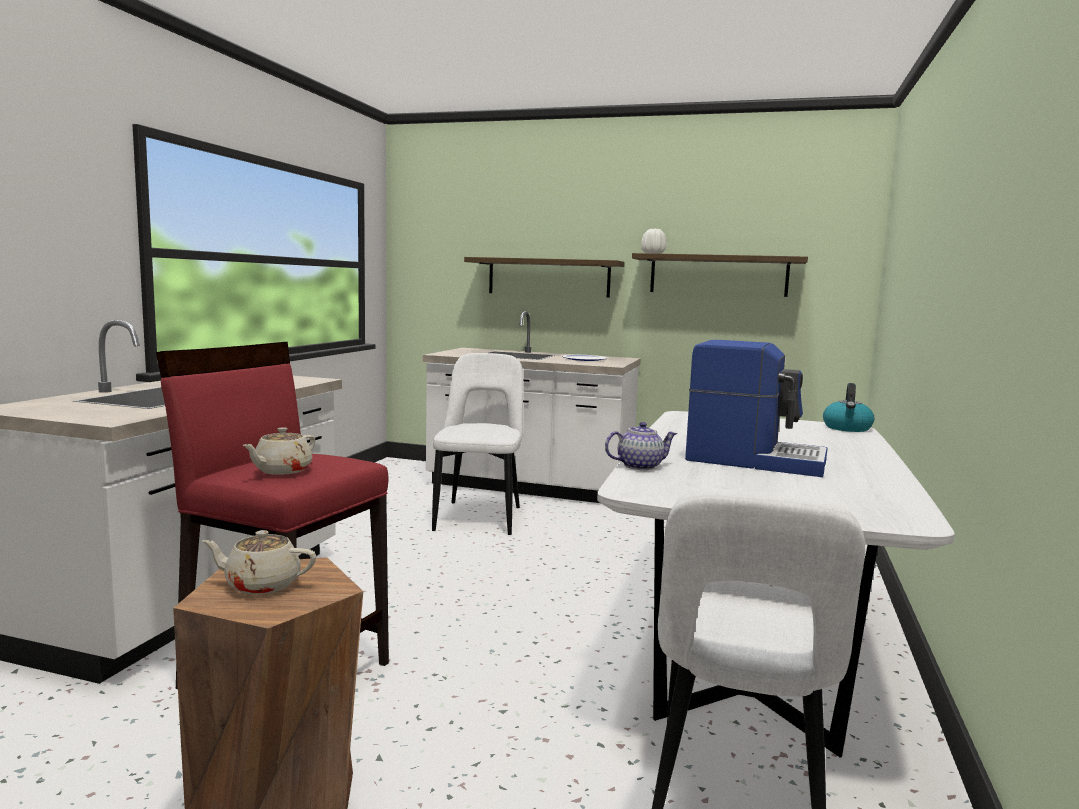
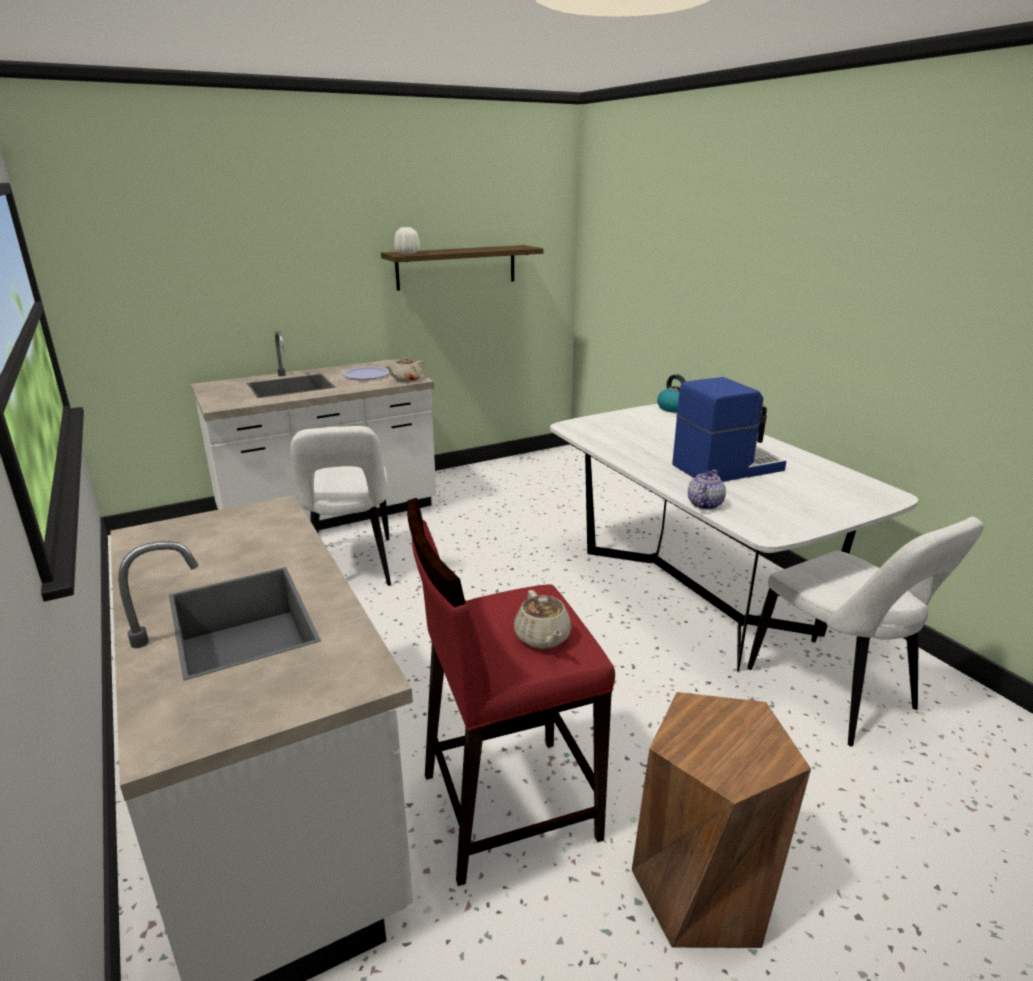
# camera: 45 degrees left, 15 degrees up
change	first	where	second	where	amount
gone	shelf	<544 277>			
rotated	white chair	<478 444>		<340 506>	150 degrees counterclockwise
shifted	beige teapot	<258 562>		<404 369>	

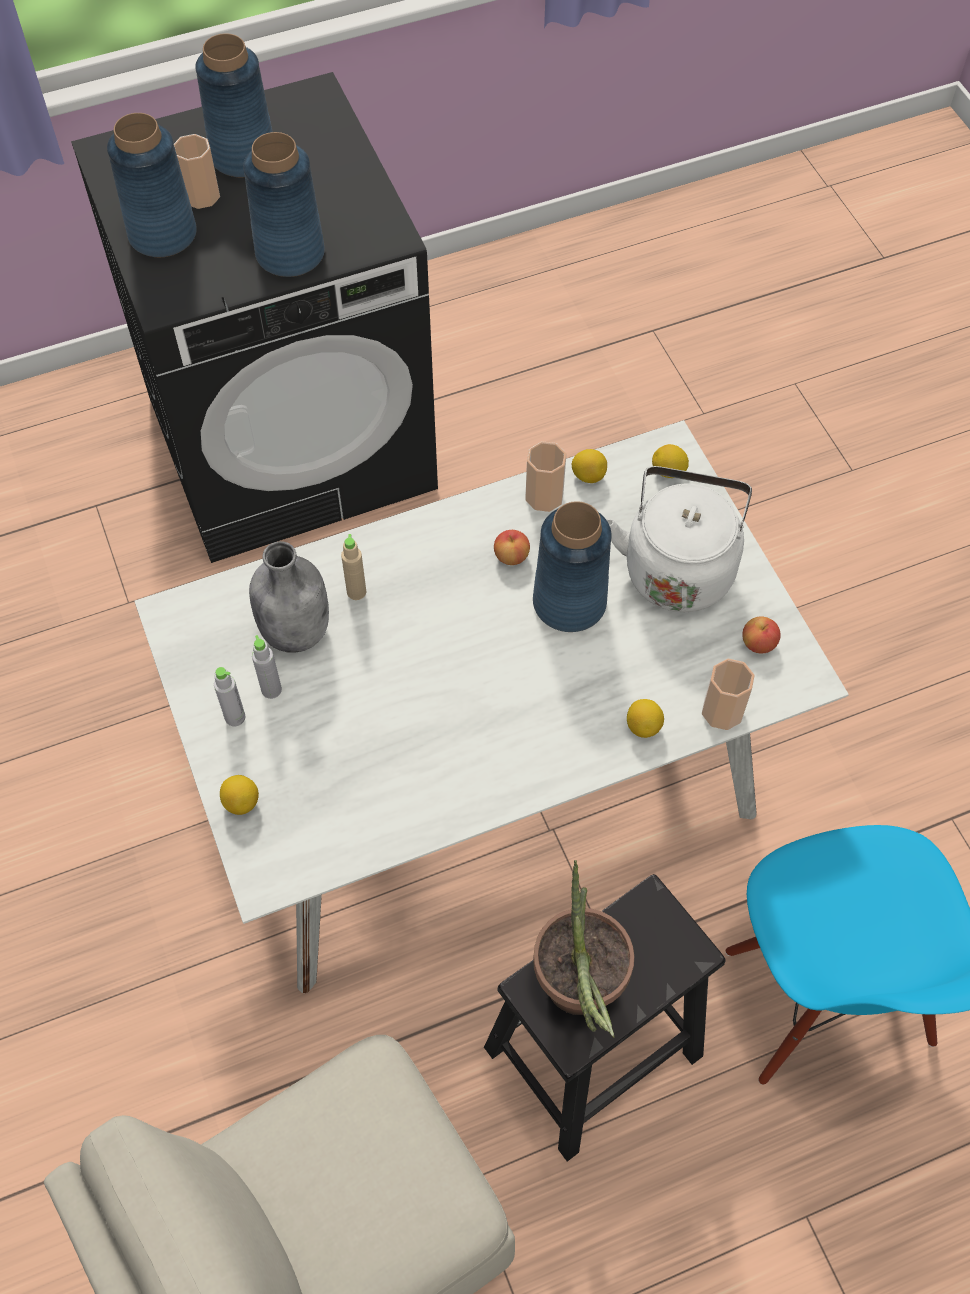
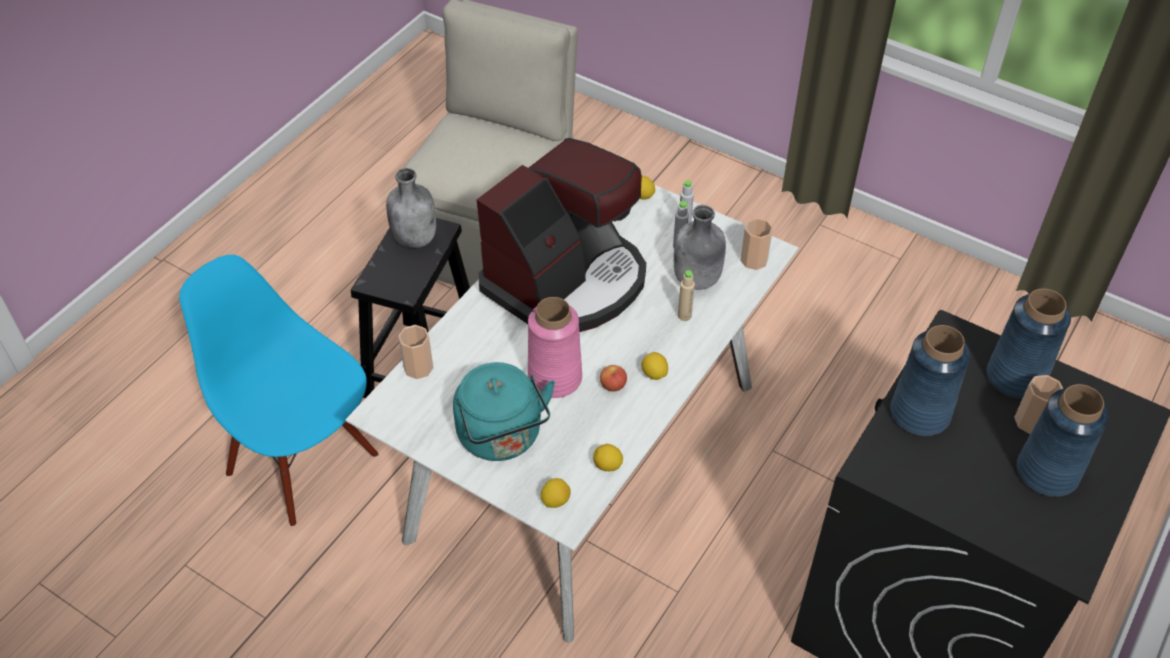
# camera: 145 degrees right, 10 degrees down
change	first	where	second	where	amount
shifted	cup	<545 476>		<756 244>	
repainted	white kettle	<679 539>	turquoise kettle	<504 411>	
repainted	blue vase	<572 566>	pink vase	<555 347>	
gone	apple	<761 635>			
shifted	lemon	<645 718>		<655 366>	
swapped	potted plant	<583 949>	grey bottle	<411 208>	
new			coffee machine	<561 235>	

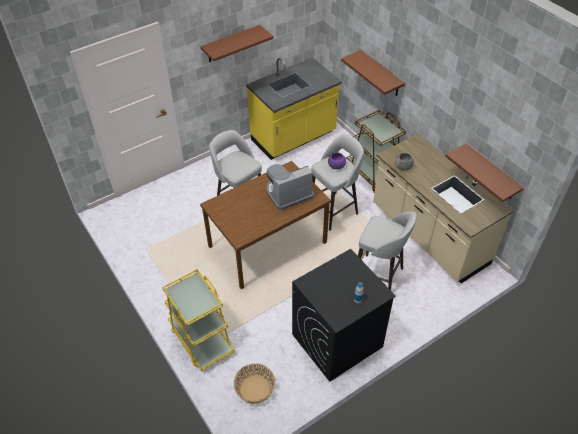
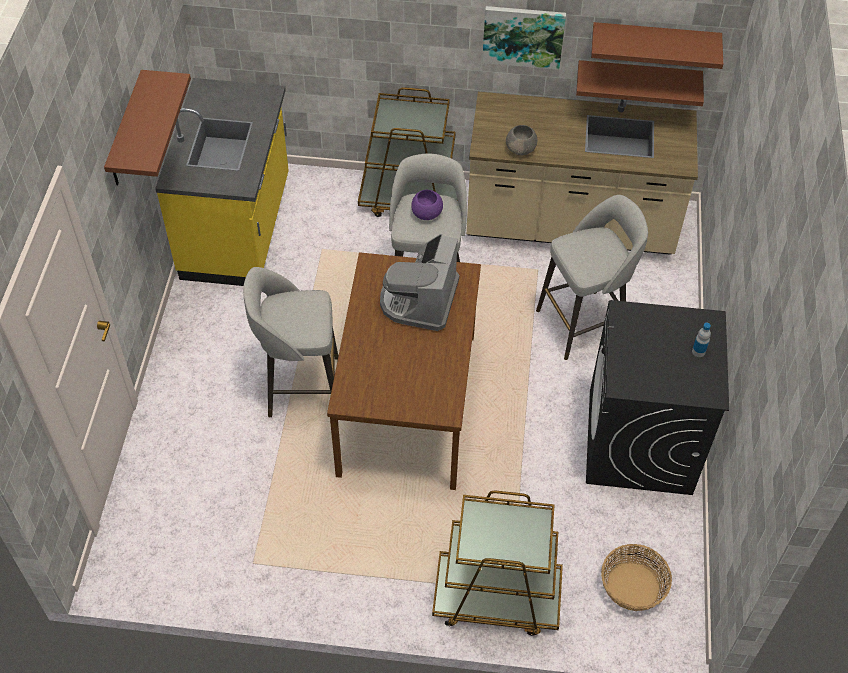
# camera: 50 degrees left, 5 degrees up
change	first	where	second	where	amount
shifted	brown shelf	<373 73>		<657 45>	
repainted	yellow cart	<198 320>	brown cart	<497 563>	
new			picture	<524 38>	

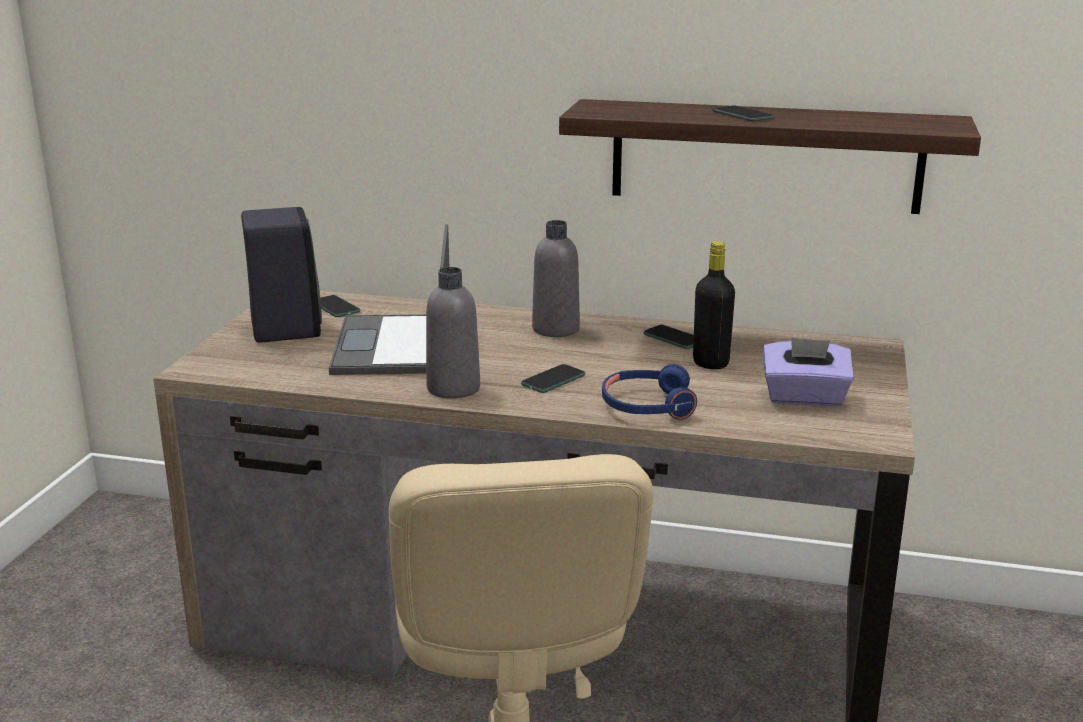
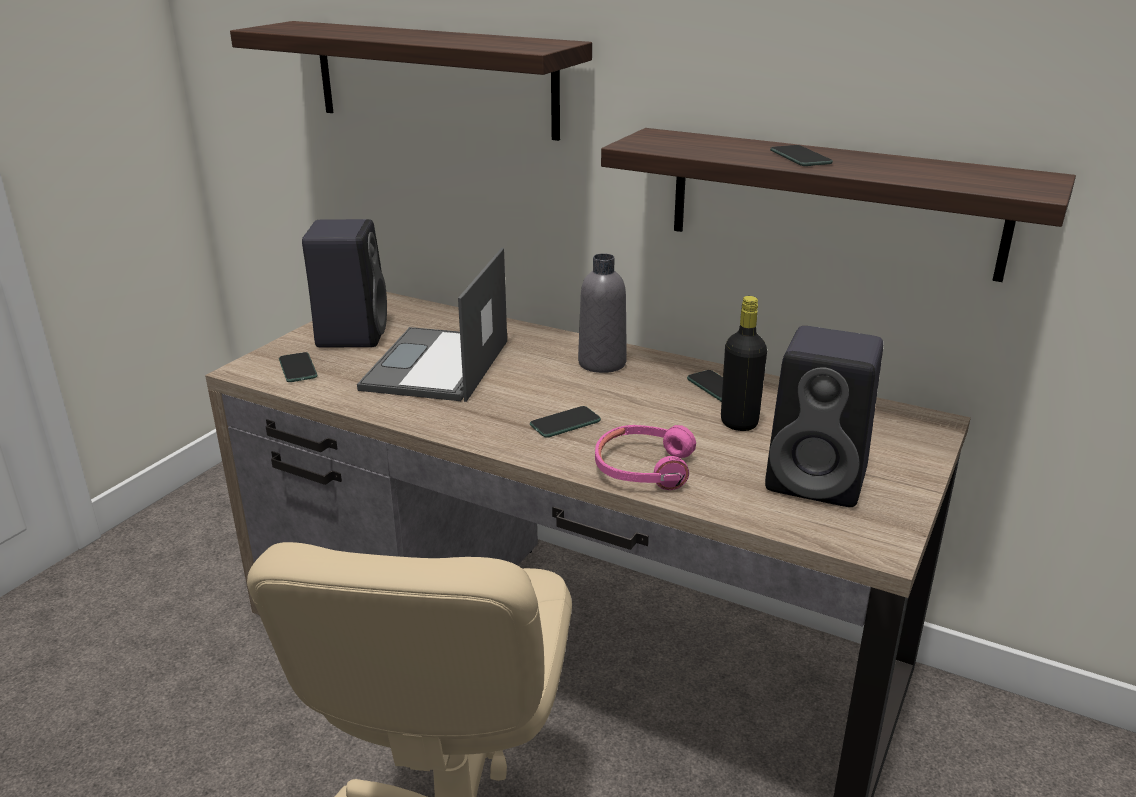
# camera: 15 degrees right, 5 degrees up
change	first	where	second	where	amount
gone	grey bottle	<453 333>			
shifted	phone	<340 306>		<298 367>	
swapped	purple tissue box	<808 371>	black speaker	<824 416>	
repainted	blue headphones	<649 392>	pink headphones	<645 457>	
new			shelf	<411 81>	

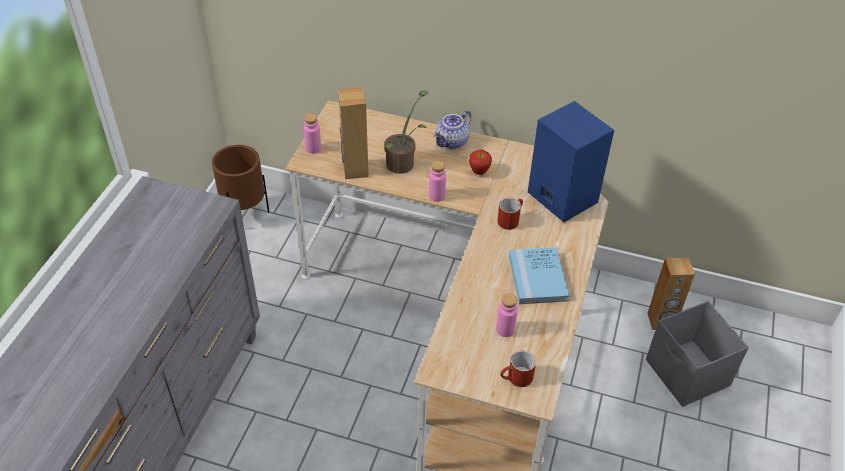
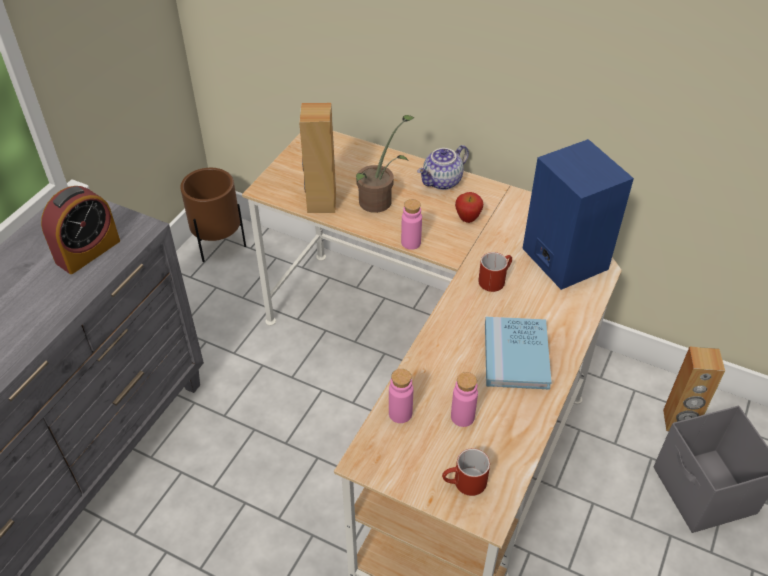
# camera: 10 degrees right, 0 degrees up
change	first	where	second	where	amount
shifted	pink bottle	<312 133>		<401 396>	
new			alarm clock	<80 230>	

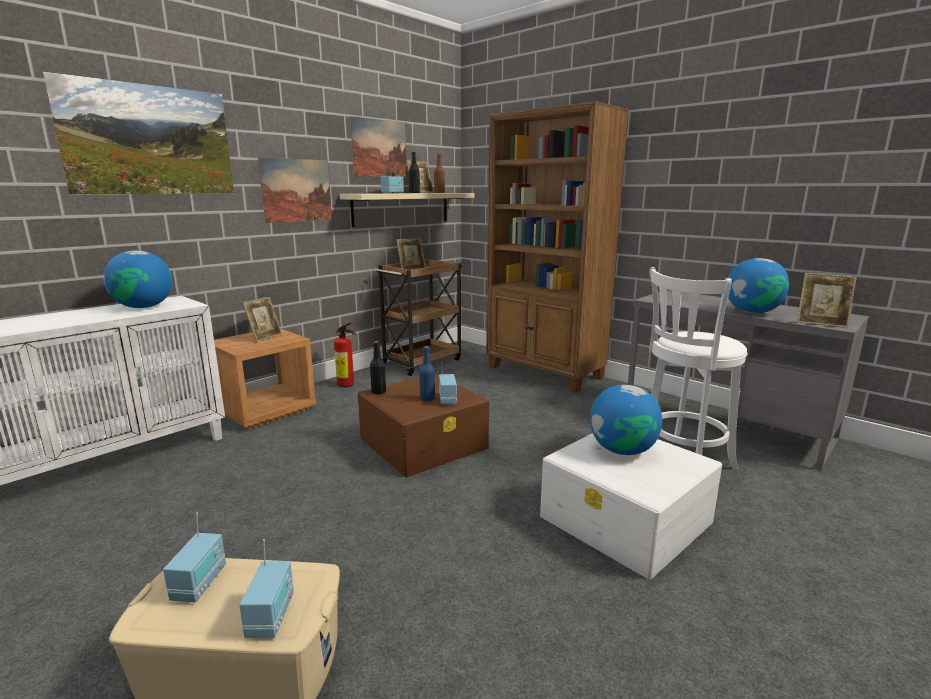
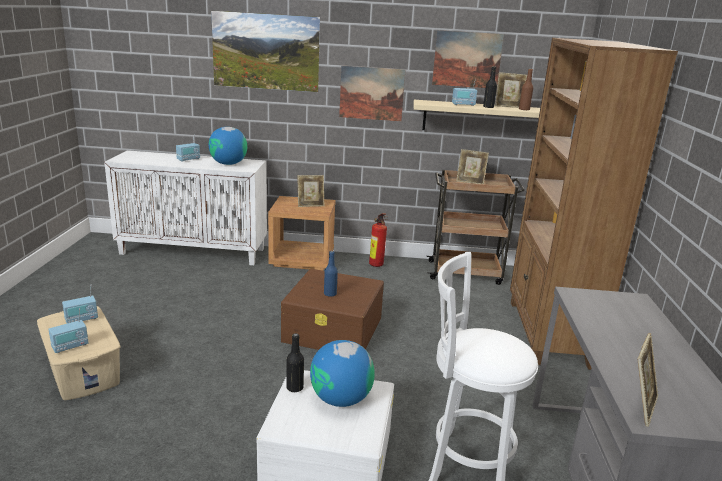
# camera: 50 degrees right, 5 degrees up
change	first	where	second	where	amount
gone	globe	<758 285>			
rotated	picture frame	<827 300>		<648 380>	135 degrees counterclockwise
shifted	black bottle	<378 368>		<295 362>	
shifted	radio	<448 383>		<188 148>	

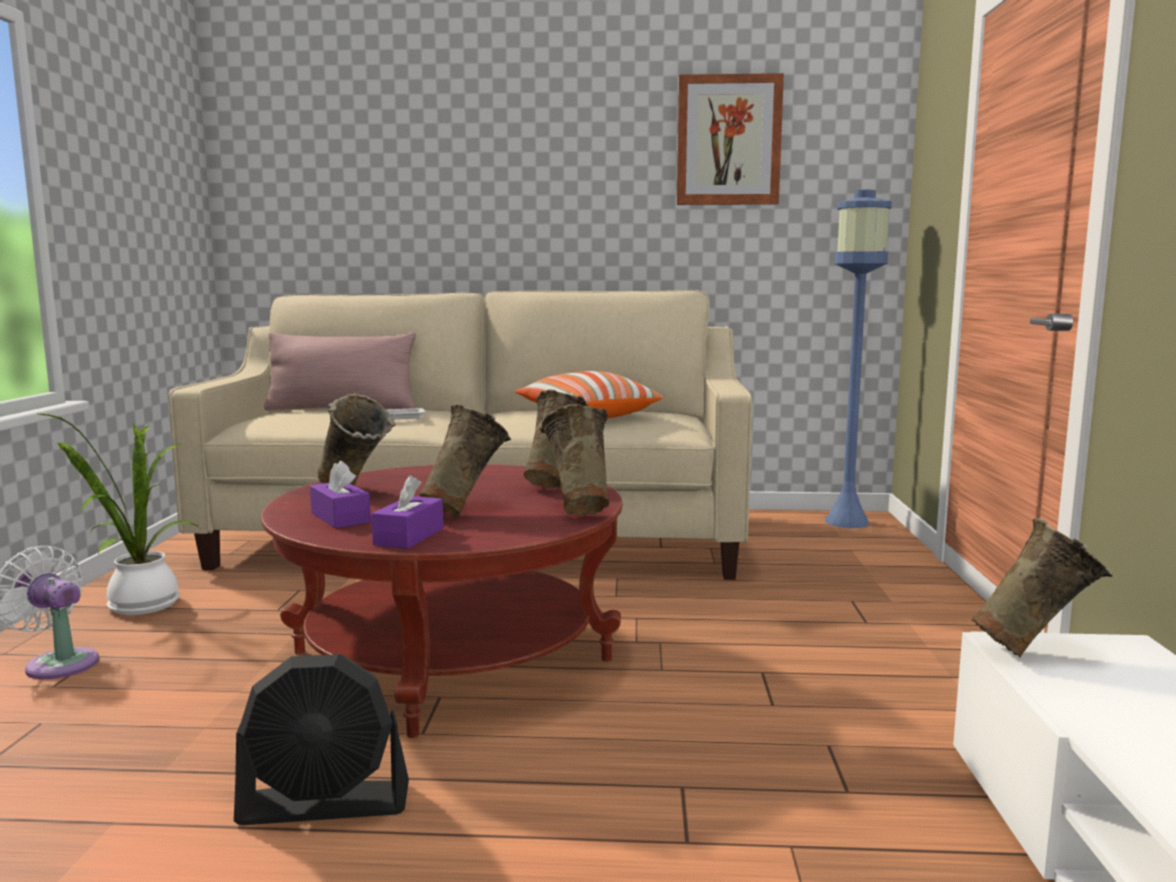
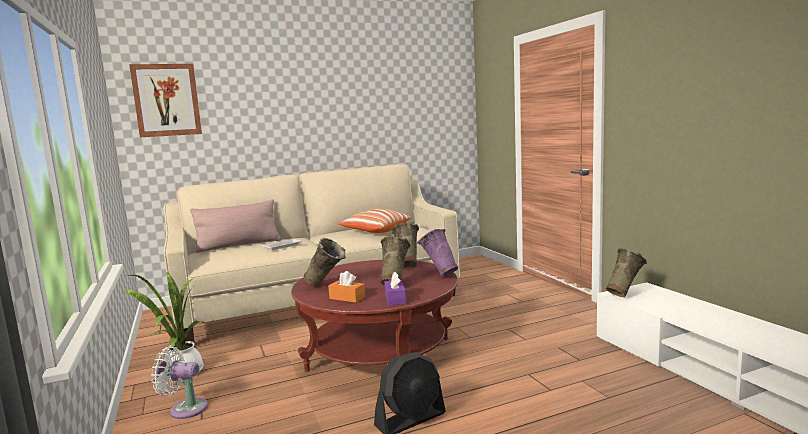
# camera: 25 degrees left, 0 degrees up
change	first	where	second	where	amount
shifted	picture	<730 139>		<165 100>	
gone	blue floor lamp	<858 359>			
repainted	beige vase	<574 459>	purple vase	<437 253>	
repainted	purple tissue box	<340 494>	orange tissue box	<346 287>	

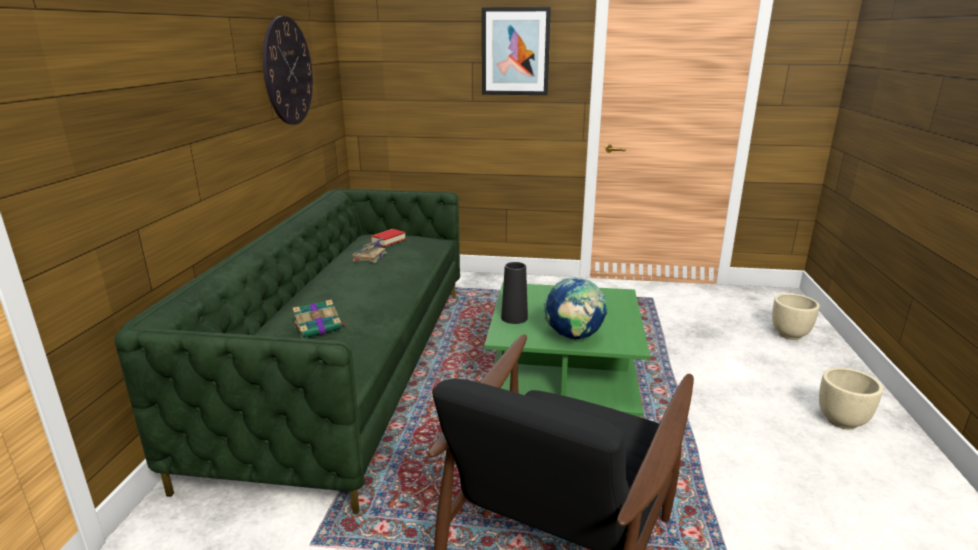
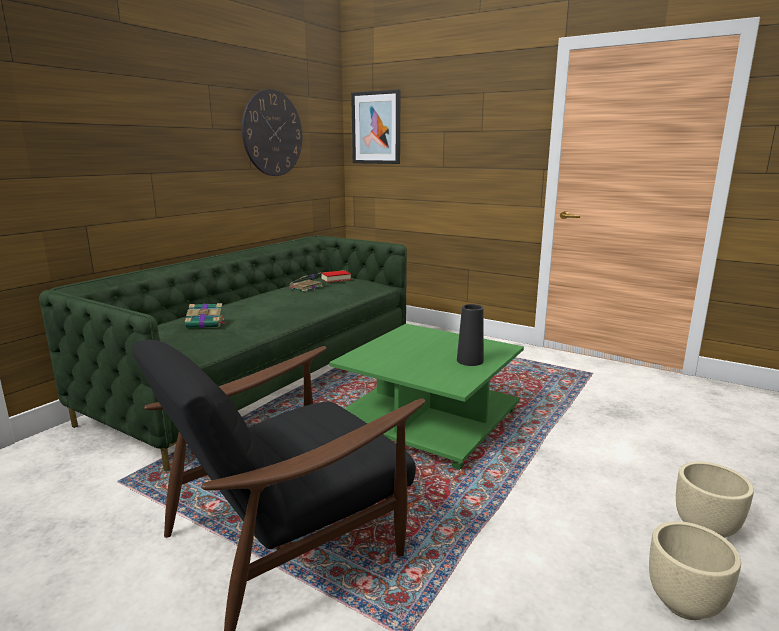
# camera: 25 degrees right, 5 degrees down
change	first	where	second	where	amount
shifted	picture	<516 51>		<375 126>	
shifted	black vase	<514 293>		<470 335>	
gone	globe	<575 308>			
shifted	beige planter	<796 316>		<695 570>	

